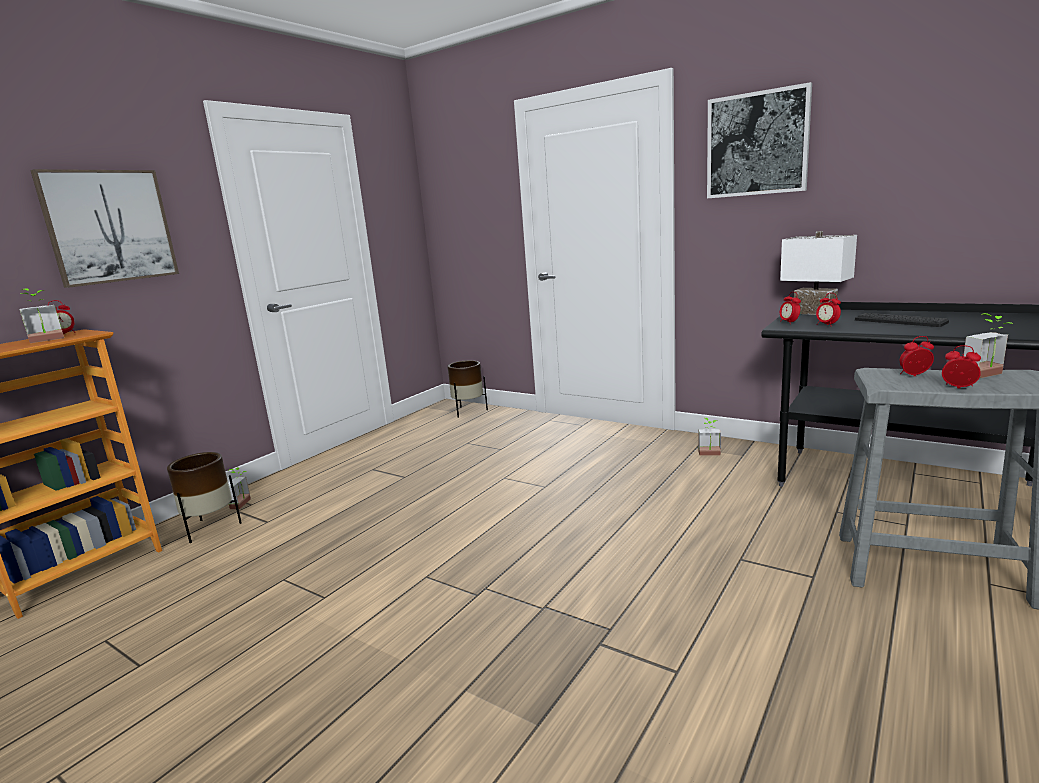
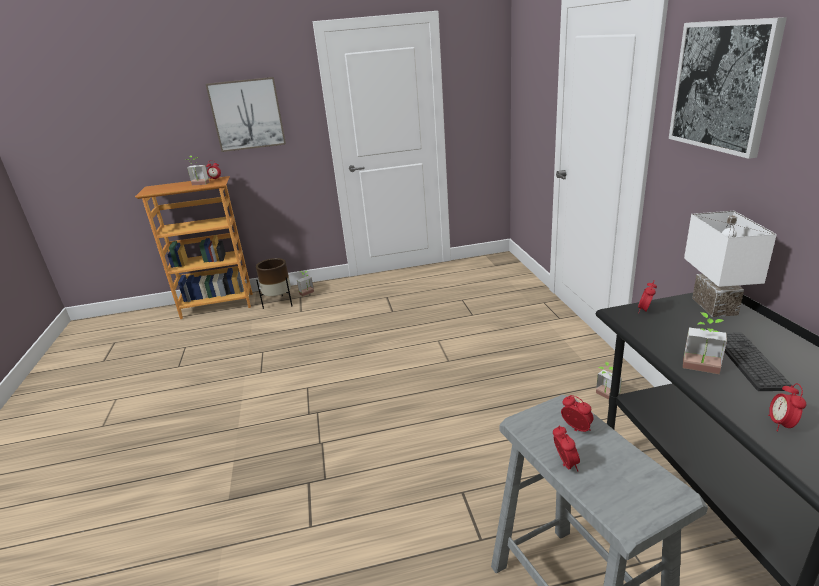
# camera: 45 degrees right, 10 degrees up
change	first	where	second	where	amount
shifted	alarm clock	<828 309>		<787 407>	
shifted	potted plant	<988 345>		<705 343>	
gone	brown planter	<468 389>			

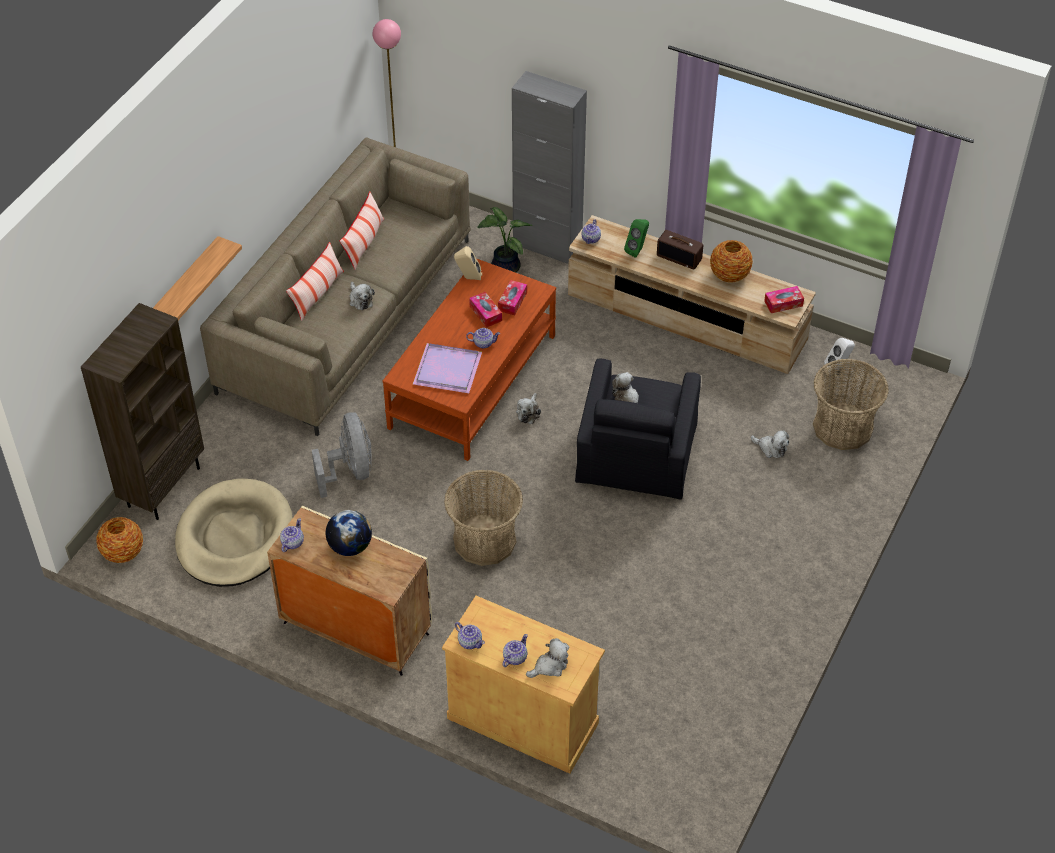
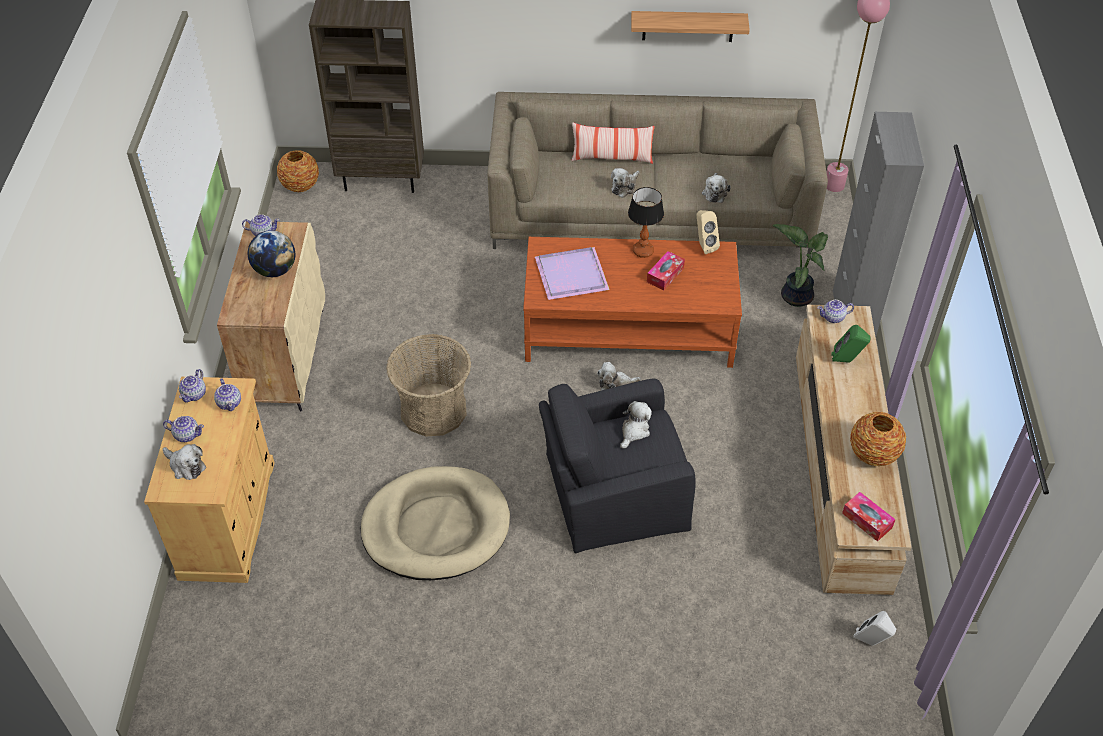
# camera: 65 degrees right, 0 degrees up
change	first	where	second	where	amount
gone	pillow	<362 230>			
gone	radio	<680 250>			
shifted	shelf	<197 278>		<690 26>	
gone	tissue box	<512 297>			
shifted	teapot	<483 338>		<227 394>	
gone	basket	<851 404>			
gone	grey fan	<342 455>			
shifted	plush toy	<770 444>		<716 188>	
shifted	beige dog bed	<234 532>		<435 523>	
new			table lamp	<646 222>	

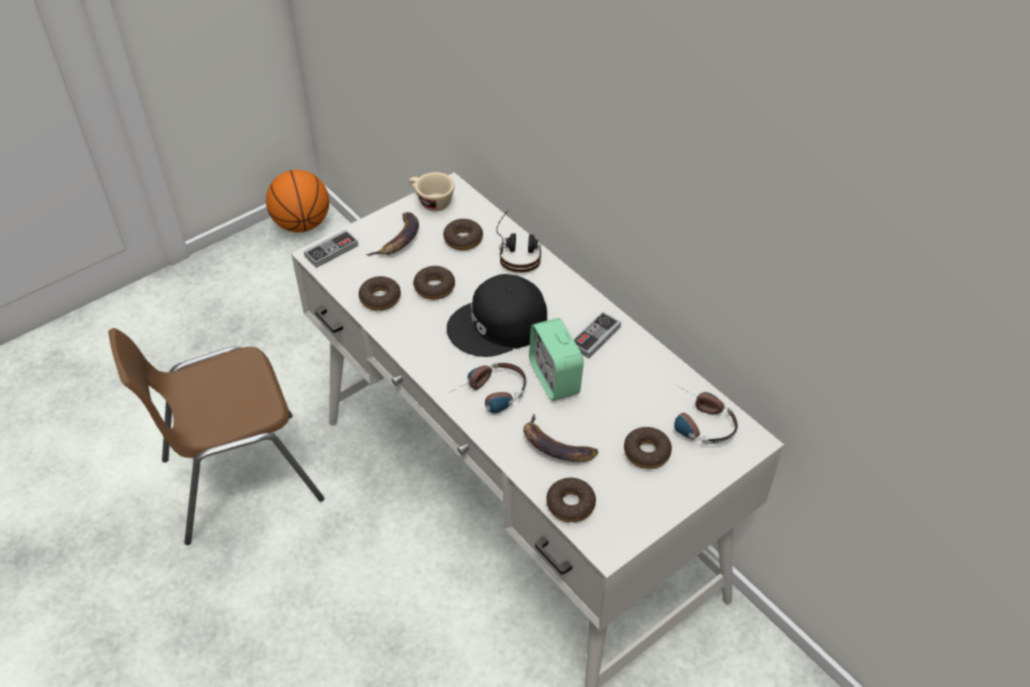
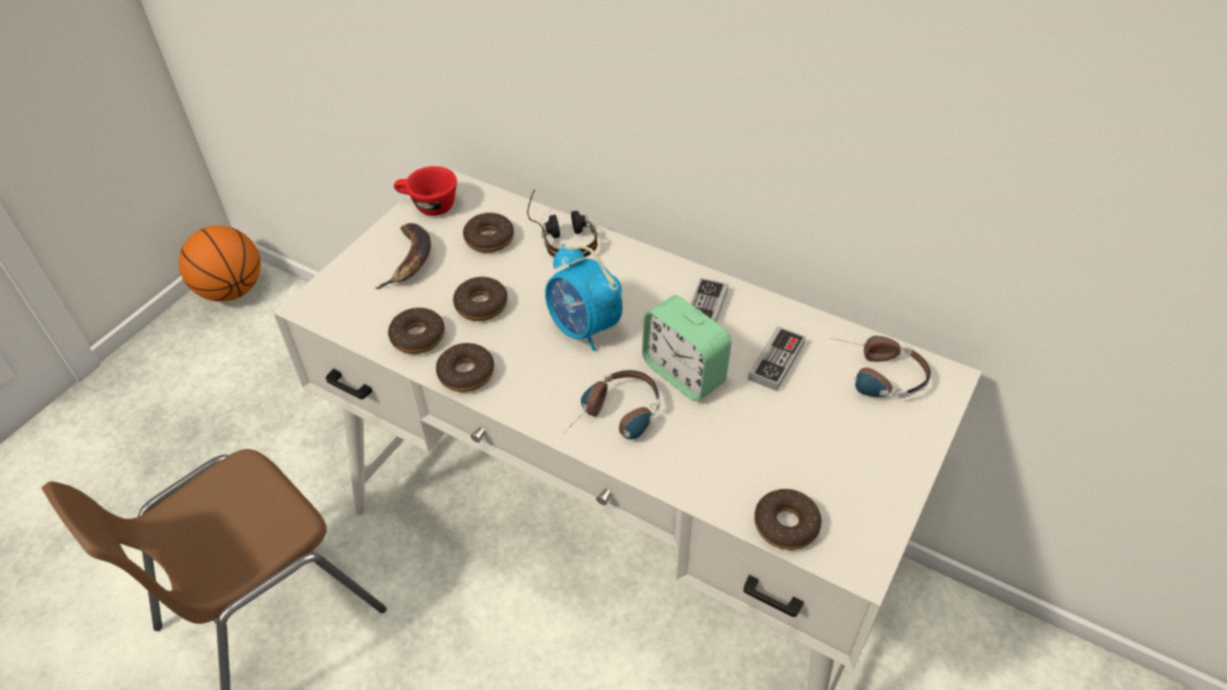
# camera: 20 degrees left, 0 degrees up
change	first	where	second	where	amount
repainted	beige cup	<432 191>	red cup	<425 191>	
shifted	game controller	<331 248>		<777 358>	
swapped	black cap	<497 315>	alarm clock	<584 297>	
gone	banana	<560 438>			
shifted	donut	<648 448>		<465 367>	

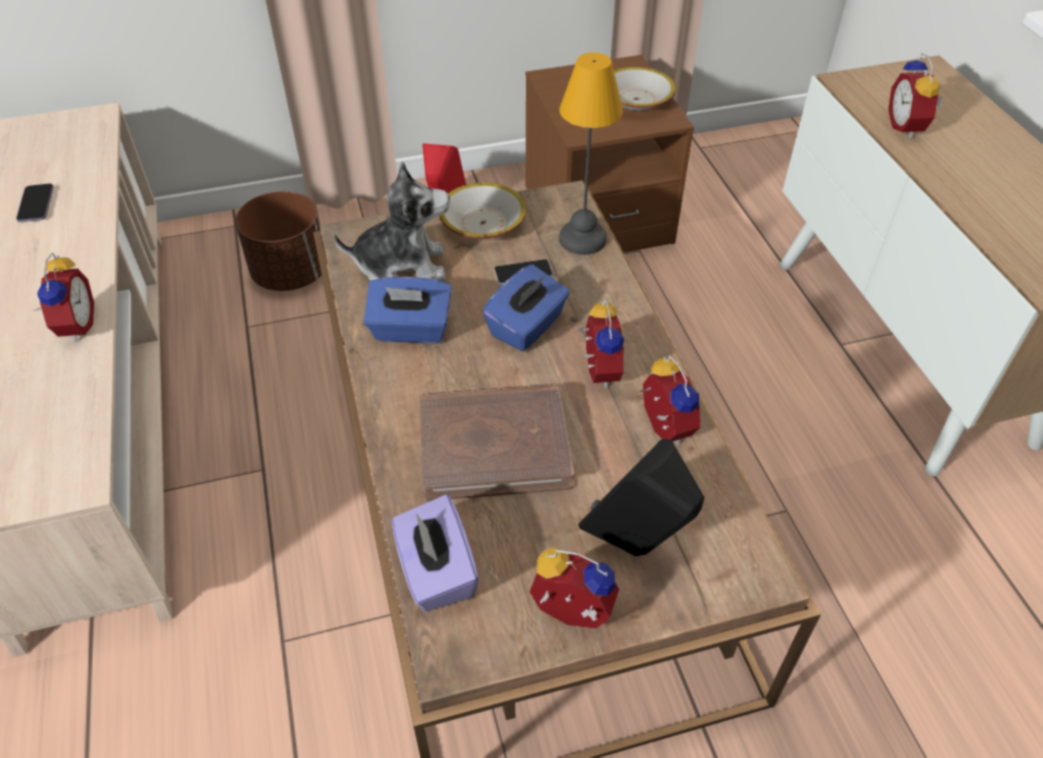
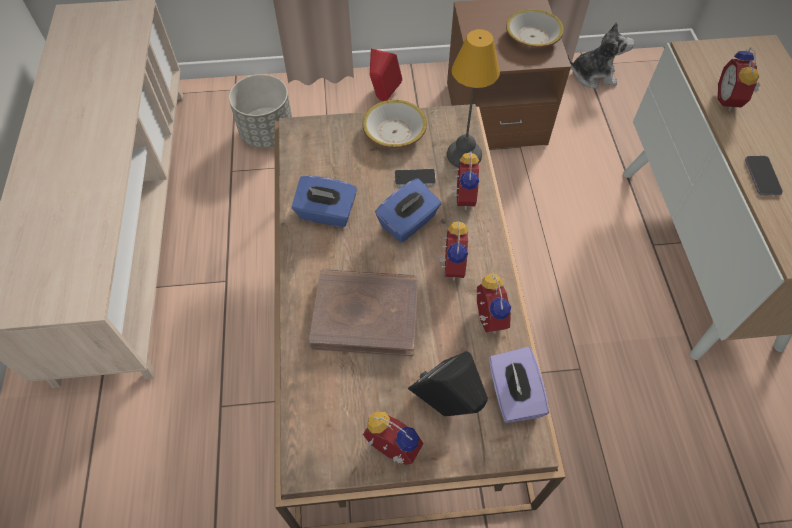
# camera: 10 degrees right, 10 degrees up
change	first	where	second	where	amount
shifted	plush toy	<391 221>		<601 55>	
shifted	phone	<35 203>		<764 175>	
repainted	brown planter	<281 241>	grey planter	<260 111>	
shifted	alarm clock	<64 297>		<465 181>	
shifted	purple tissue box	<435 553>		<519 385>	

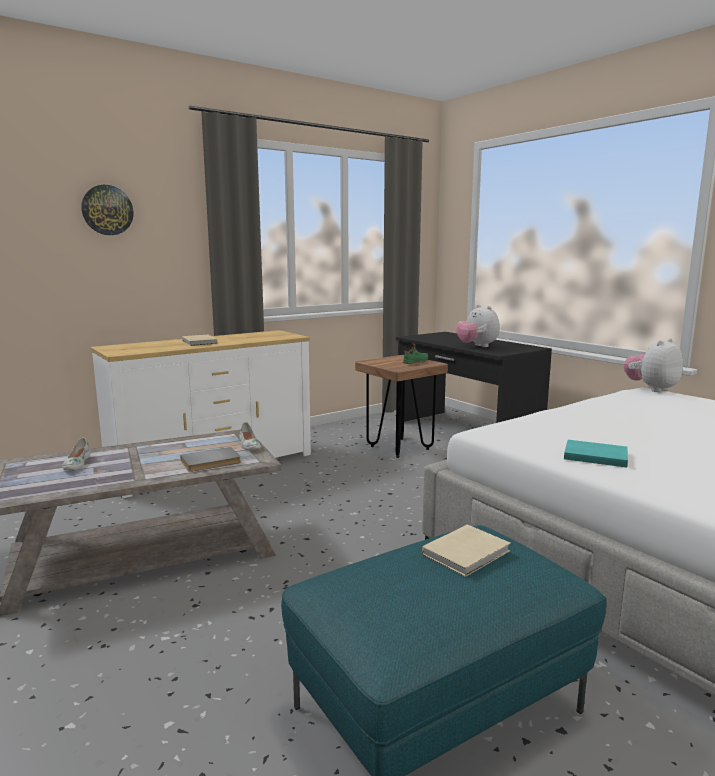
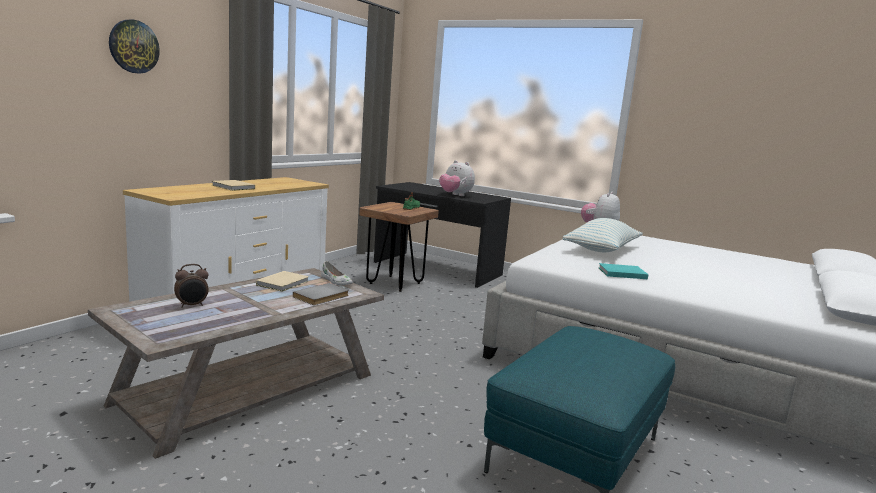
# camera: 25 degrees left, 0 degrees up
change	first	where	second	where	amount
swapped	white shoe	<76 454>	alarm clock	<191 286>	
shifted	beige book	<466 550>		<282 281>	
new			pillow	<603 235>	

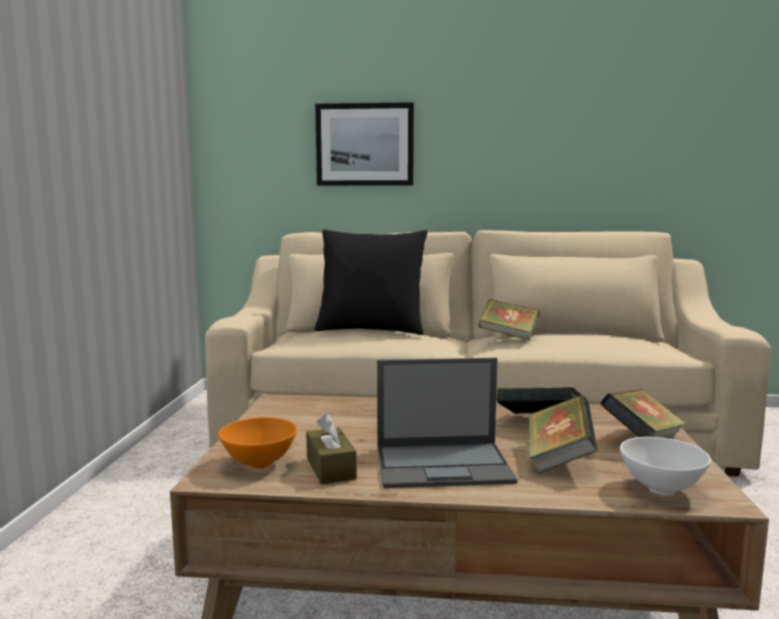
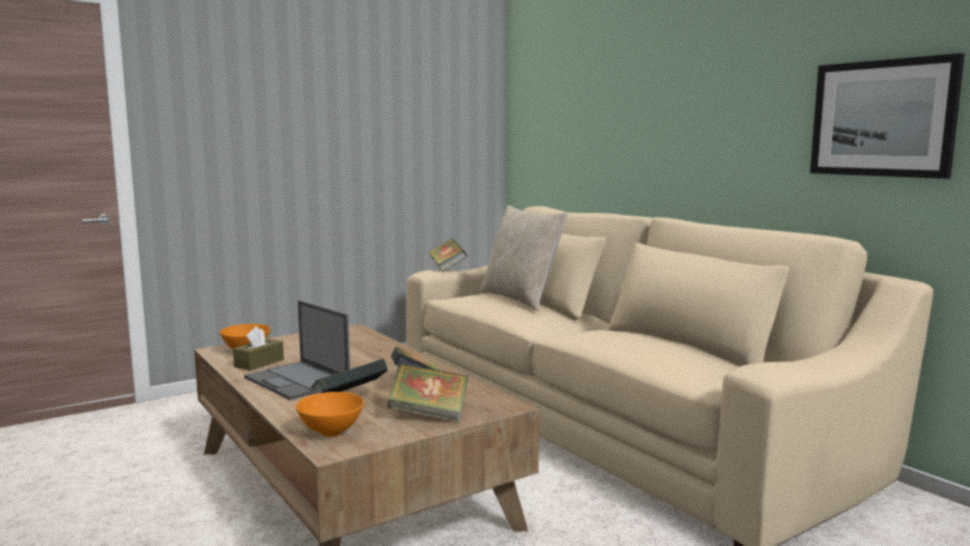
# camera: 50 degrees right, 0 degrees up
change	first	where	second	where	amount
shifted	picture	<364 144>		<887 116>	
repainted	black pillow	<371 282>	beige pillow	<524 258>	
shifted	book	<509 320>		<447 255>	
repainted	white bowl	<665 466>	orange bowl	<330 414>	

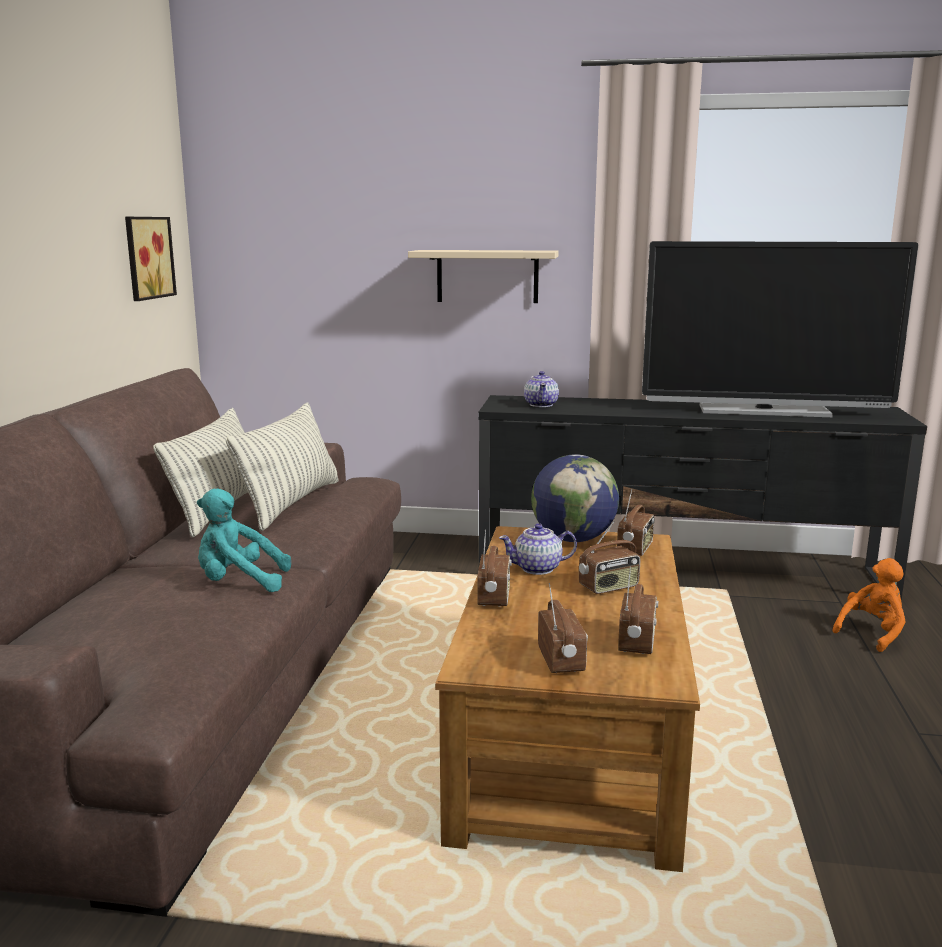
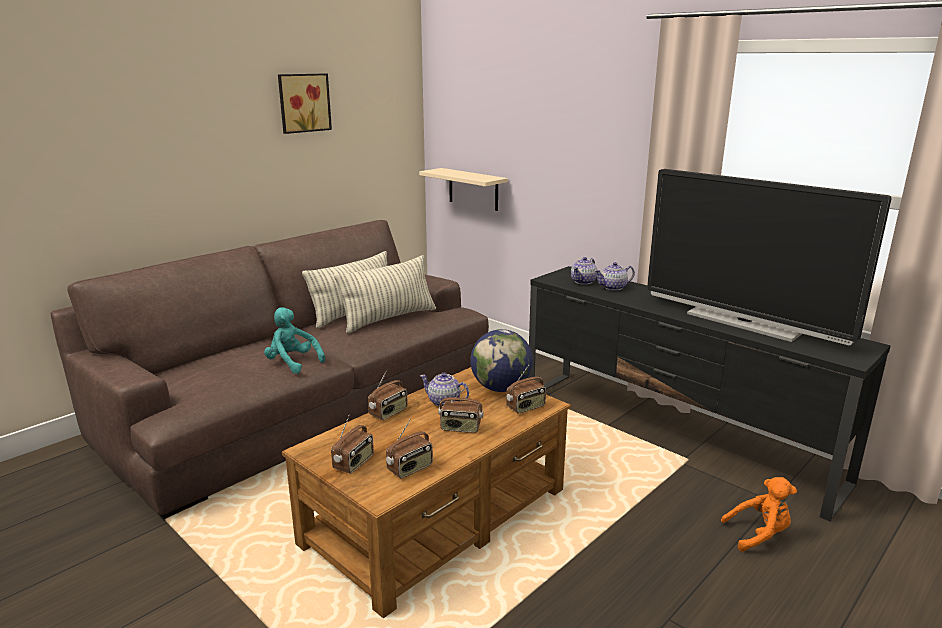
# camera: 35 degrees right, 5 degrees up
change	first	where	second	where	amount
shifted	picture	<151 259>		<305 103>	
shifted	beige shelf	<483 276>		<463 189>	
new			teapot	<614 276>	

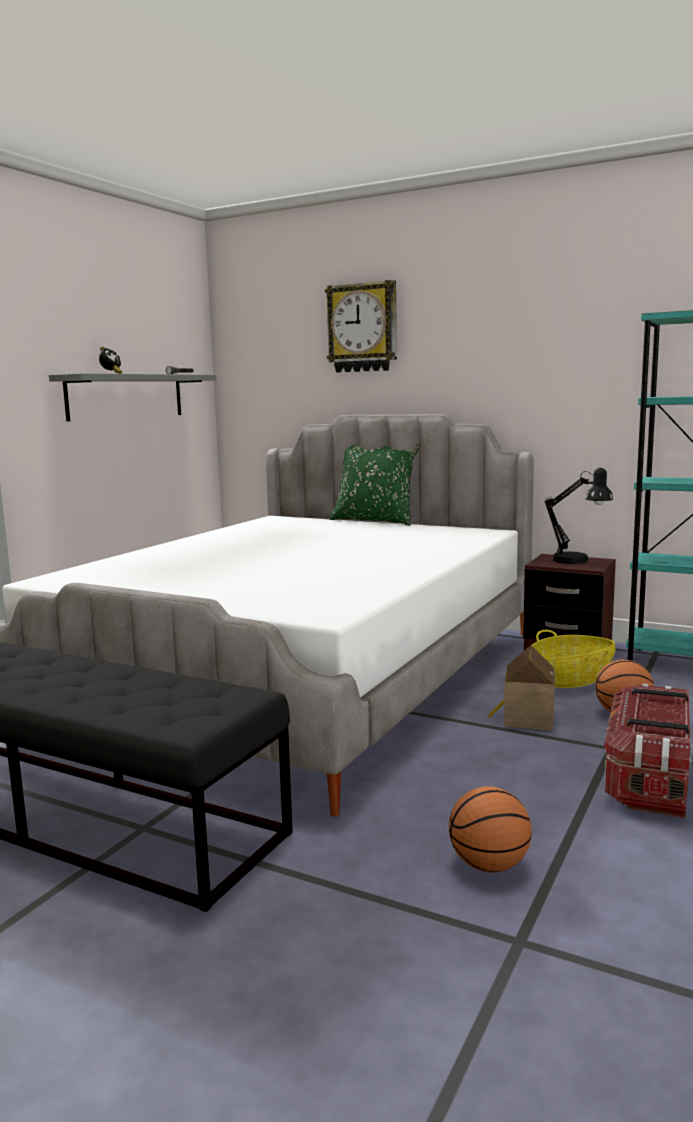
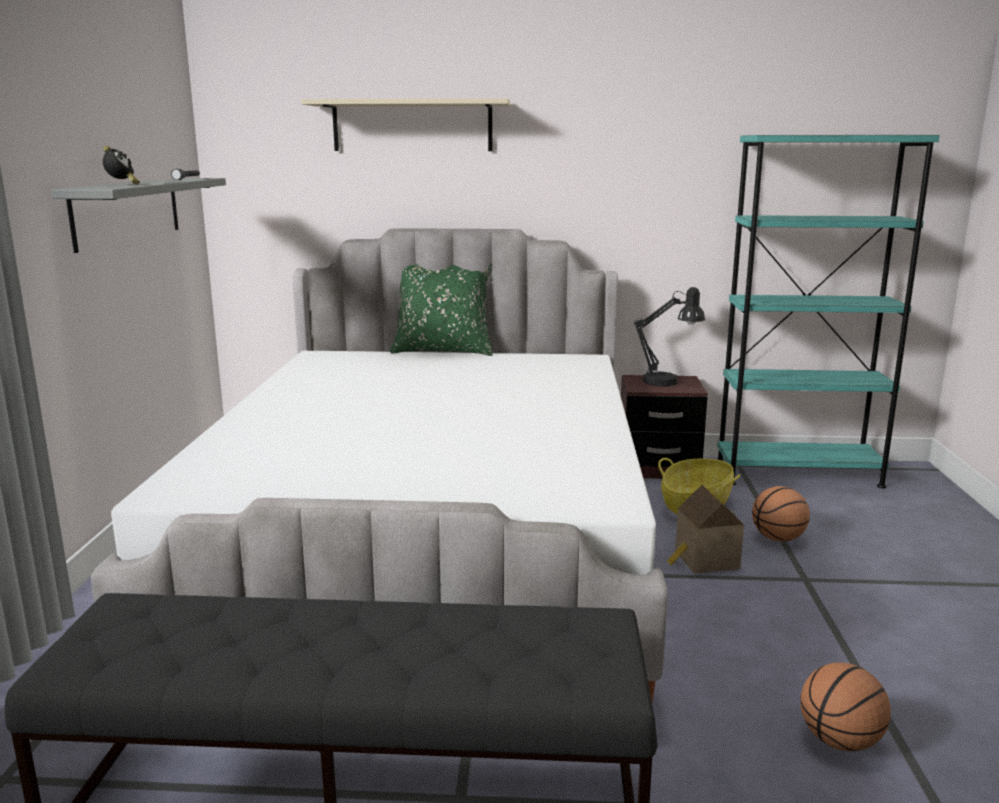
# camera: 25 degrees left, 5 degrees up
change	first	where	second	where	amount
swapped	wall clock	<361 326>	beige shelf	<405 124>	
gone	storage box	<648 751>			

